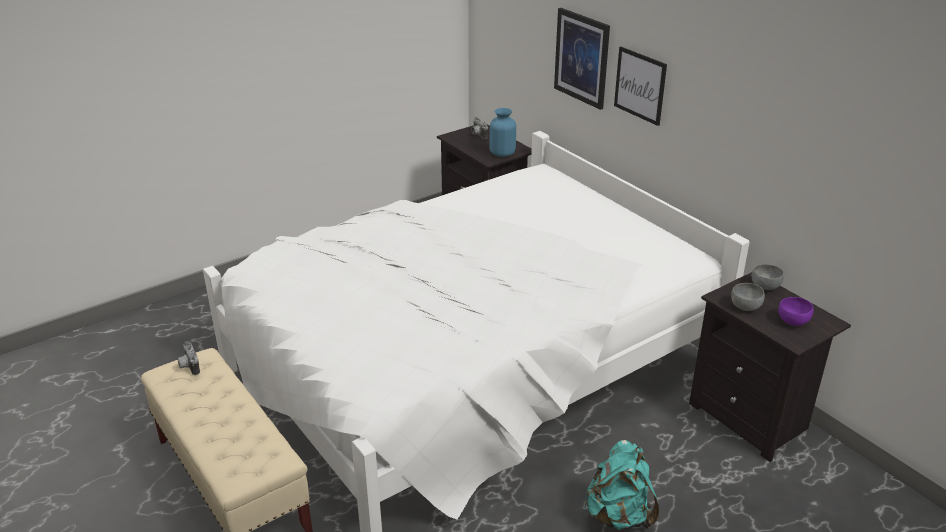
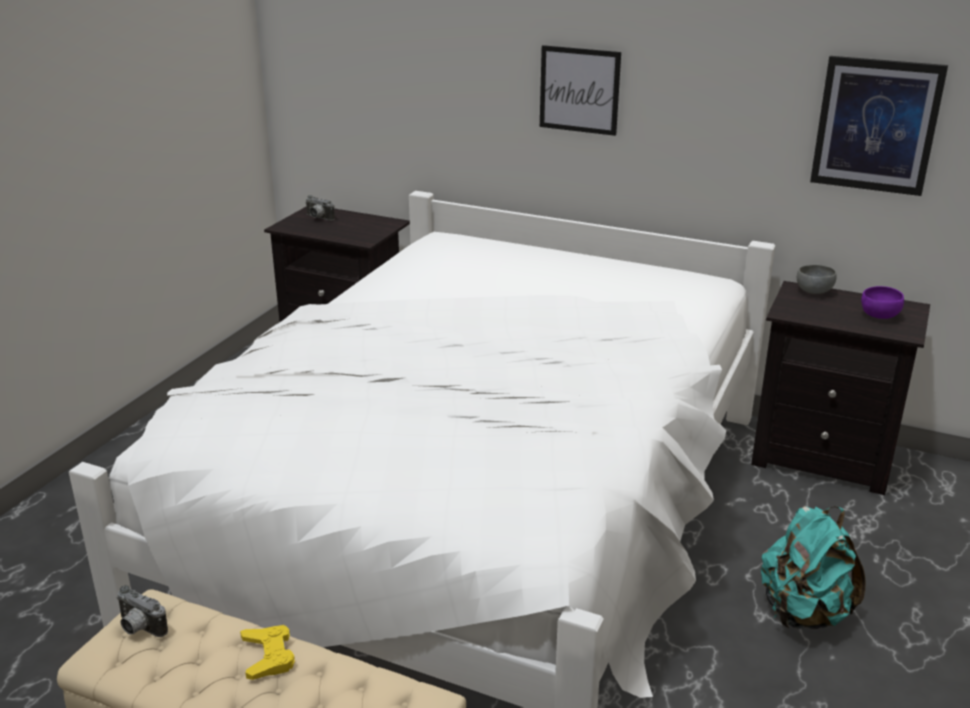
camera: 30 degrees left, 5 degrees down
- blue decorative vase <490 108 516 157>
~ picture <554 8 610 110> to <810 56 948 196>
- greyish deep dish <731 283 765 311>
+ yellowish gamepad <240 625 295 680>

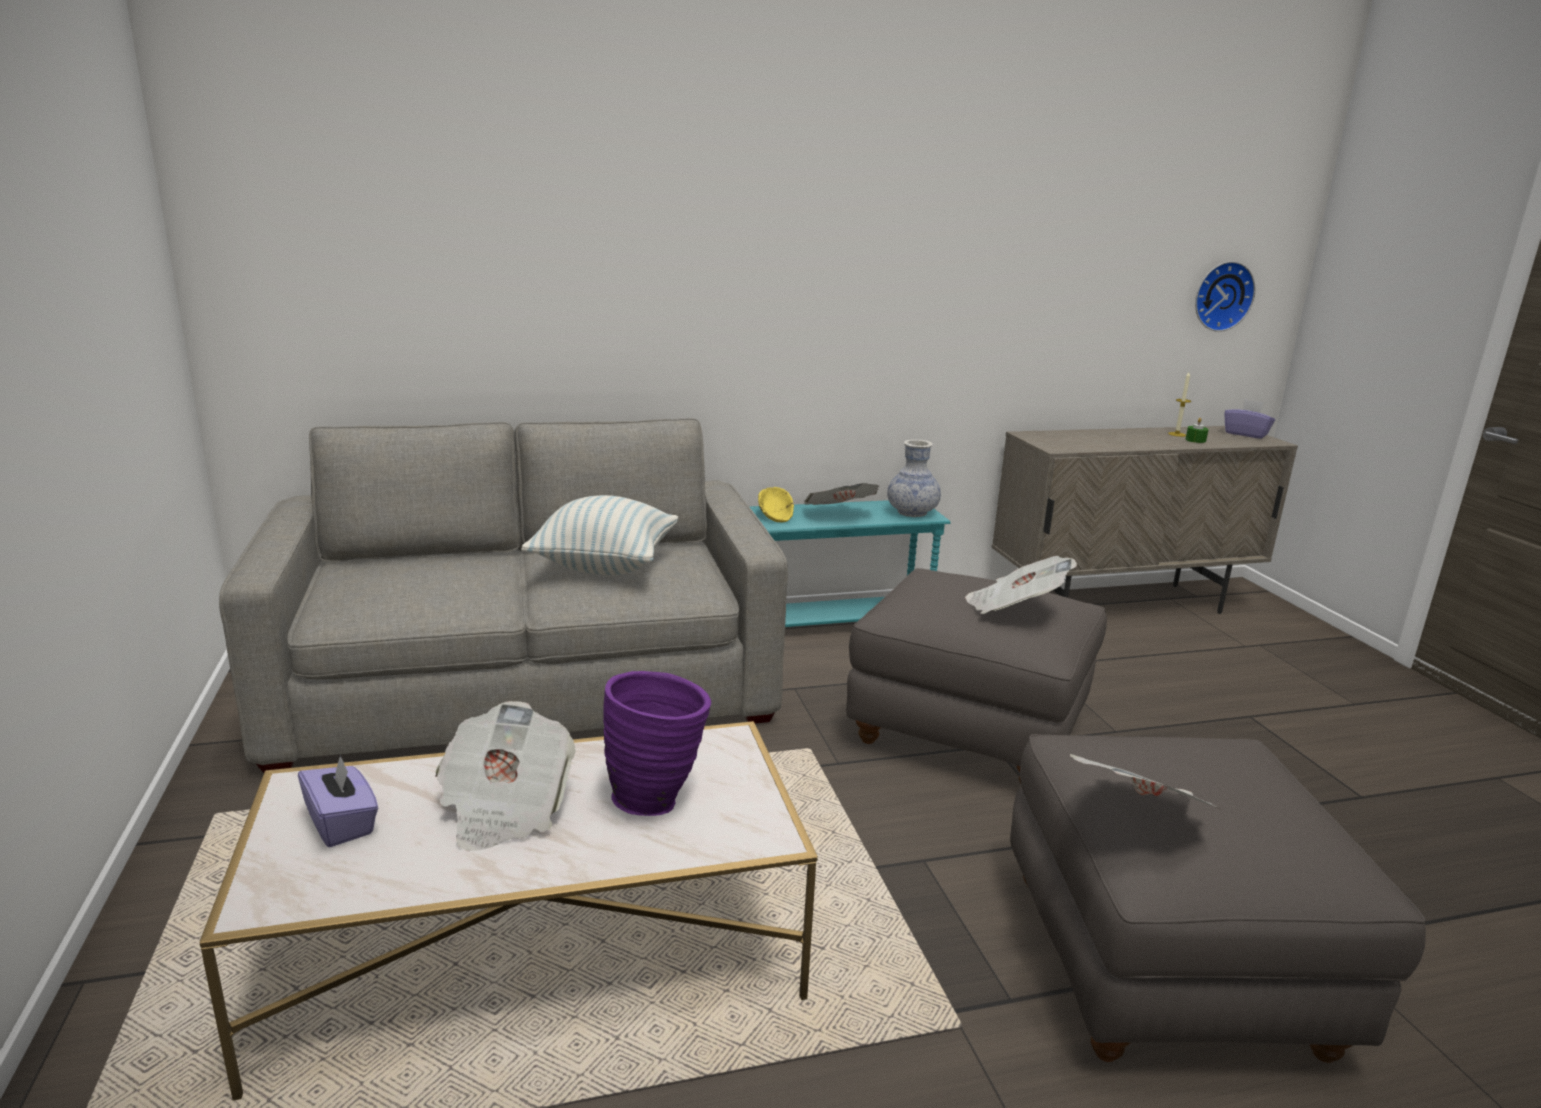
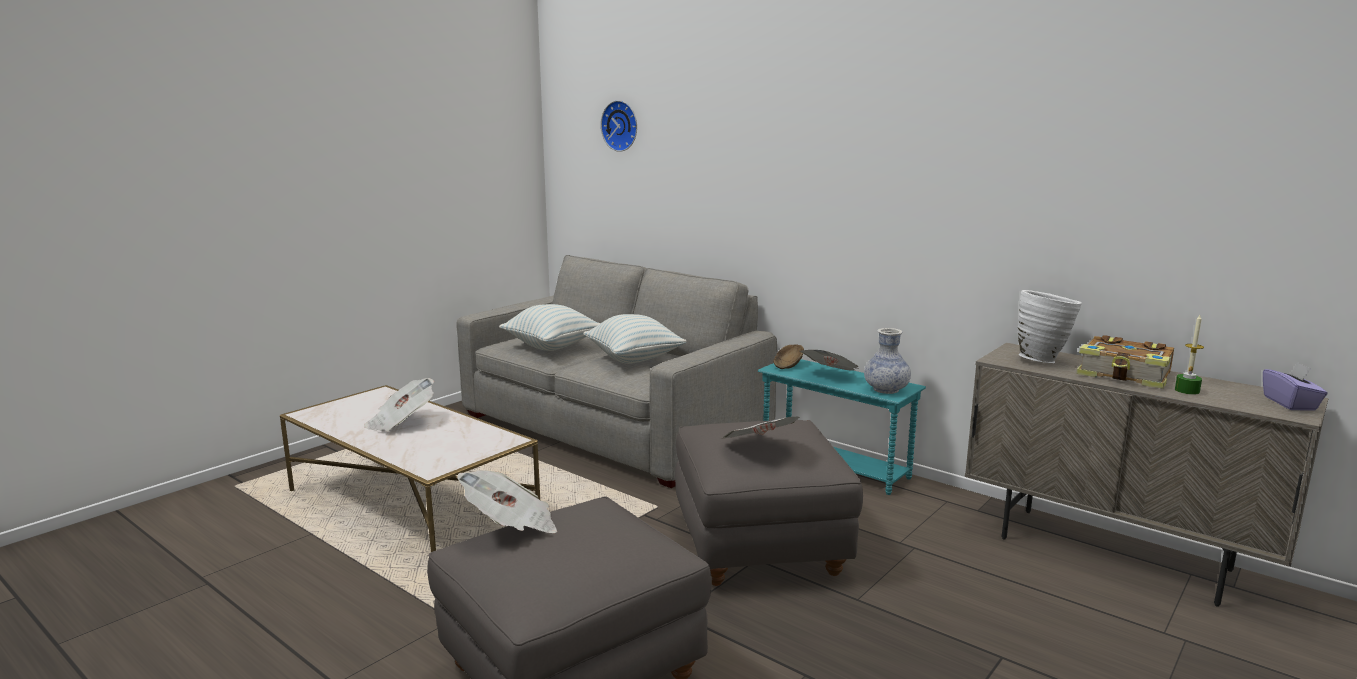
camera: 55 degrees right, 5 degrees down
- purplish tissue holder <298 754 378 847>
- purplish decorative vase <603 671 711 816>
~ yellowish deep dish <758 487 794 522> to brownish deep dish <773 344 804 369>
~ wall clock <1195 261 1255 332> to <601 100 637 152>
+ pillow <499 304 601 351>
+ white decorative vase <1018 290 1082 363>
+ bound book <1076 335 1174 389>

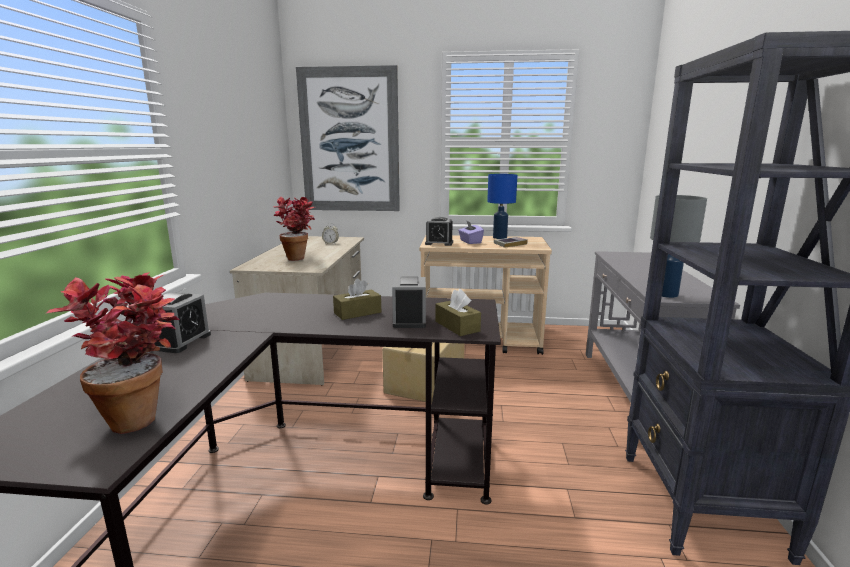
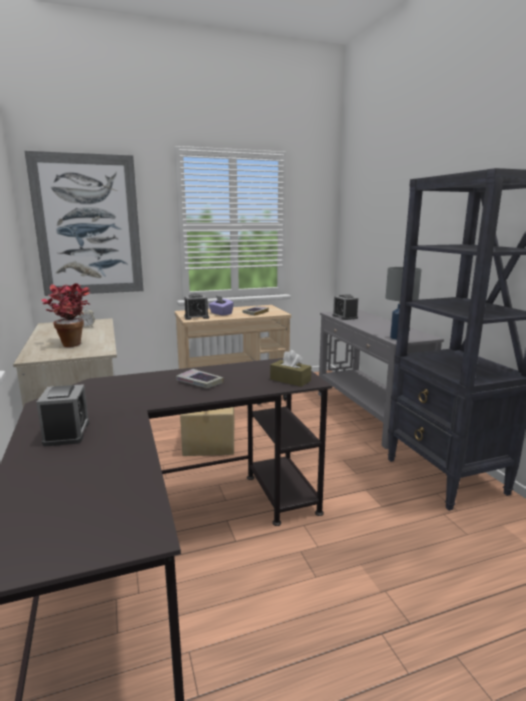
camera: 25 degrees left, 0 degrees up
- potted plant <47 273 179 434>
~ brownish tissue holder <333 278 381 320> to bound book <176 369 223 388>
~ bedside clock <392 276 426 328> to <333 294 359 320>
- blue lamp for a table <487 174 517 239>

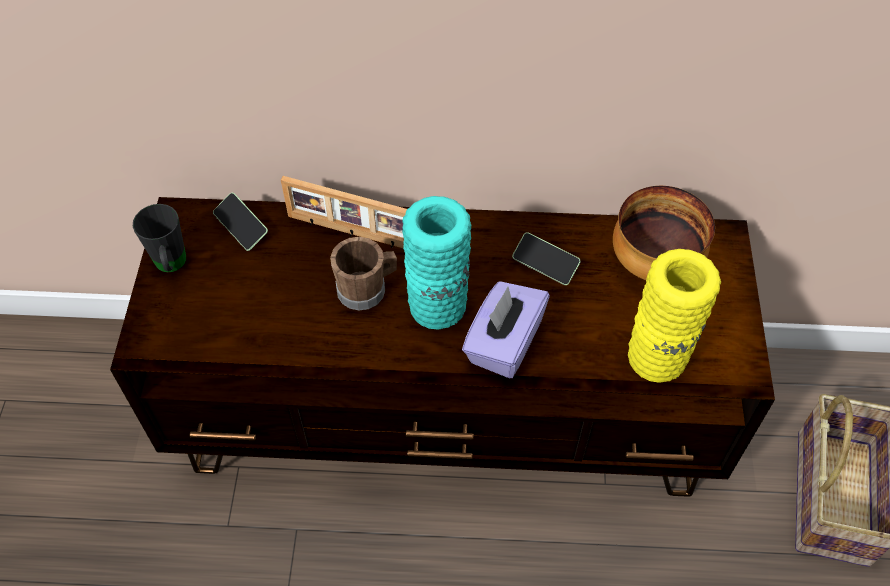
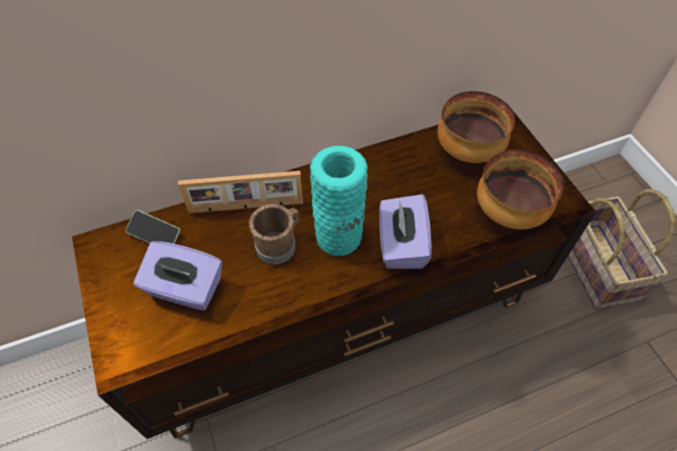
camera: 25 degrees left, 0 degrees up
- blackish coffee mug <133 204 186 272>
- phone <512 232 581 285>
~ yellowish decorative vase <628 249 721 383> to deep dish <477 150 564 229>
+ purplish tissue holder <133 241 222 311>

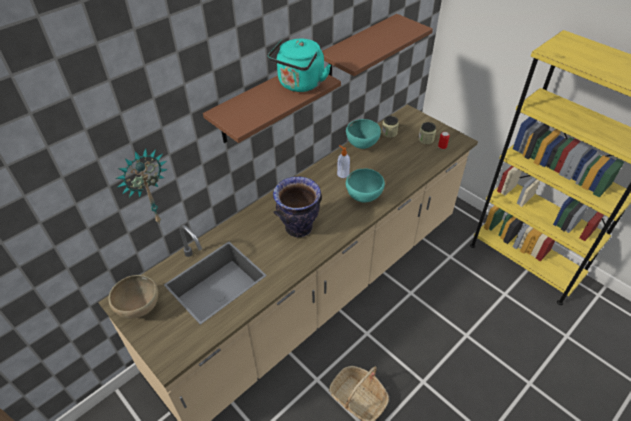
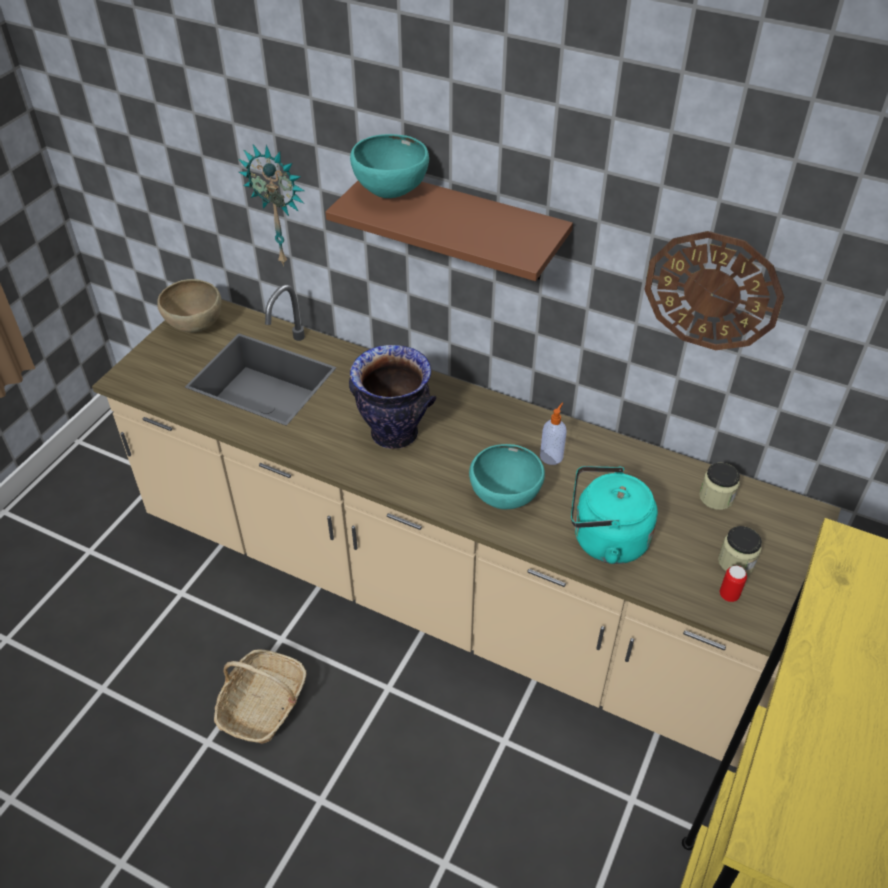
camera: 70 degrees right, 0 degrees up
~ blue-green tea kettle <268 39 331 92> to <571 466 658 564>
~ brownish bracket shelf <322 14 433 76> to wall clock <644 231 784 350>
~ blue-green deep dish <346 119 381 149> to <350 134 429 198>

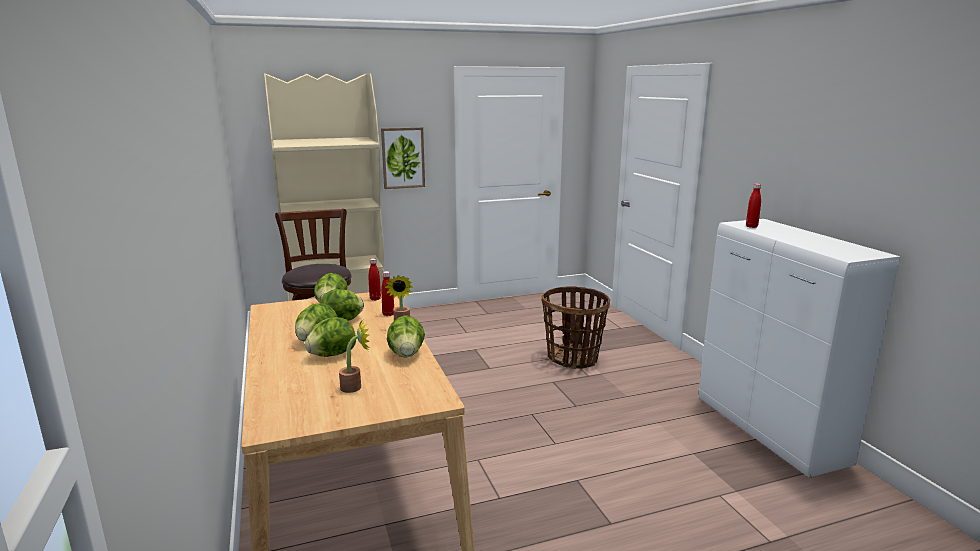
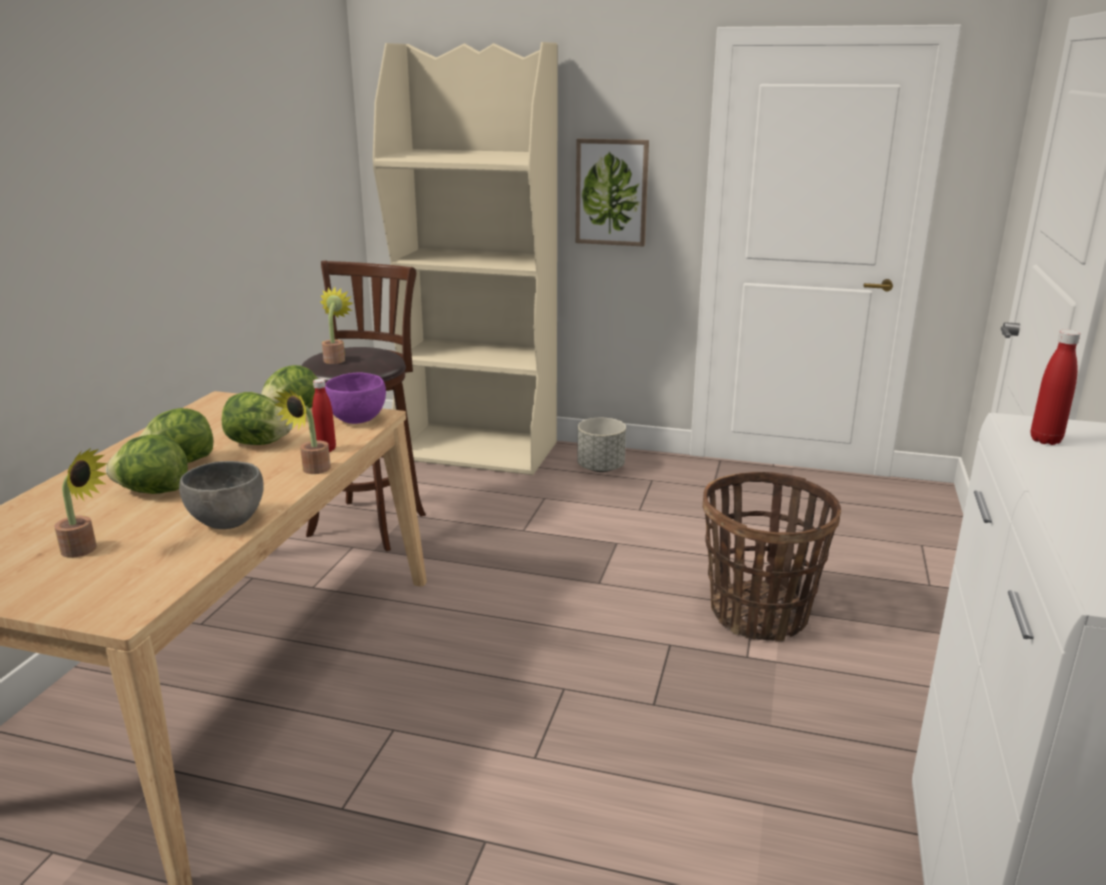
camera: 35 degrees right, 5 degrees up
~ reddish drink bottle <369 258 381 300> to purplish deep dish <325 372 386 424>
~ lettuce <387 315 425 358> to greyish deep dish <179 461 264 529>
+ potted plant <320 287 353 364>
+ greyish planter <577 418 626 472>

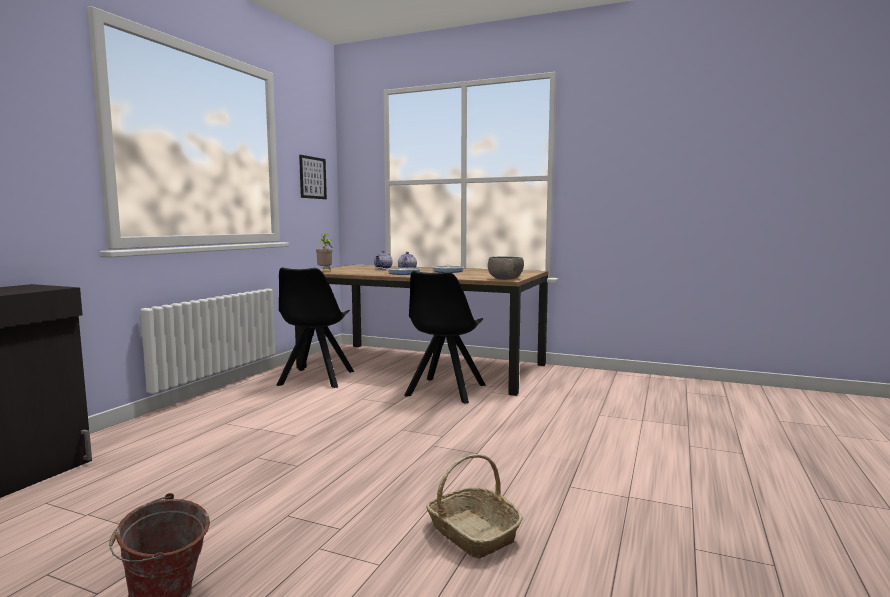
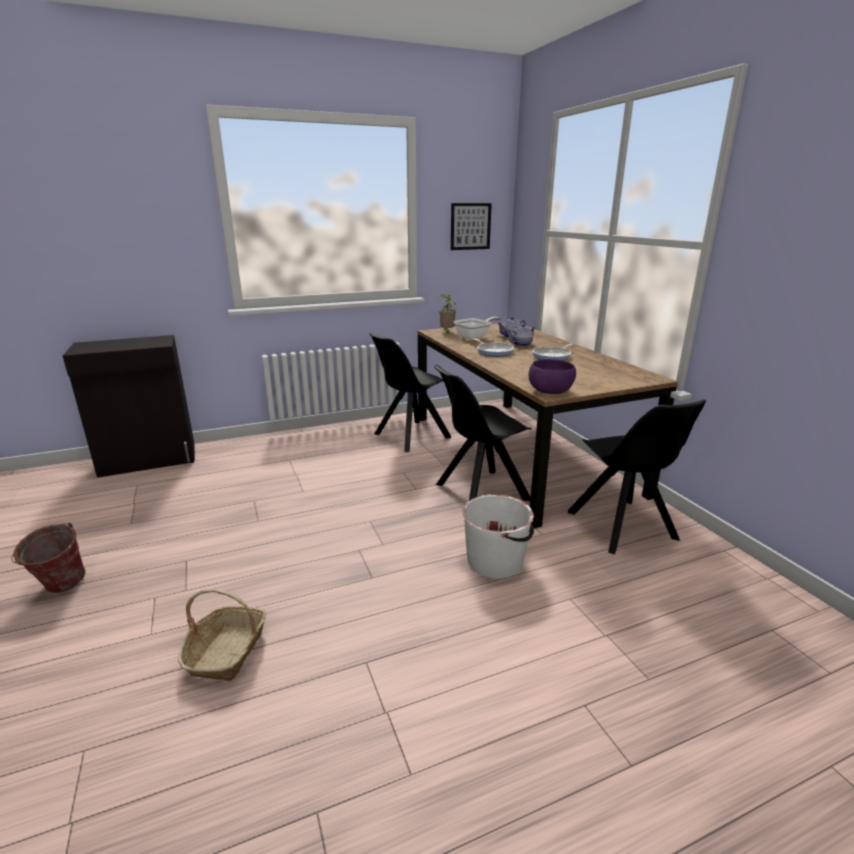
camera: 45 degrees right, 15 degrees up
~ greyish deep dish <488 256 524 280> to purplish deep dish <529 359 576 394>
+ frying pan <453 317 501 340>
+ white bucket <462 494 534 579>
+ blackish chair <568 400 706 555>

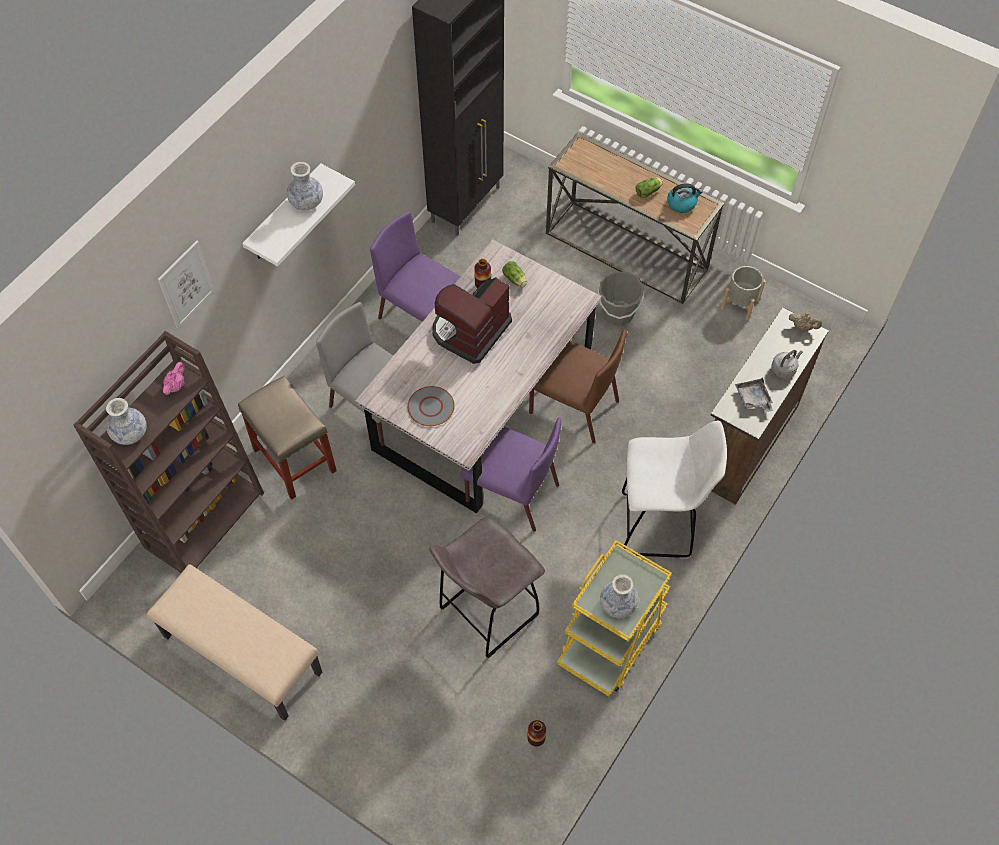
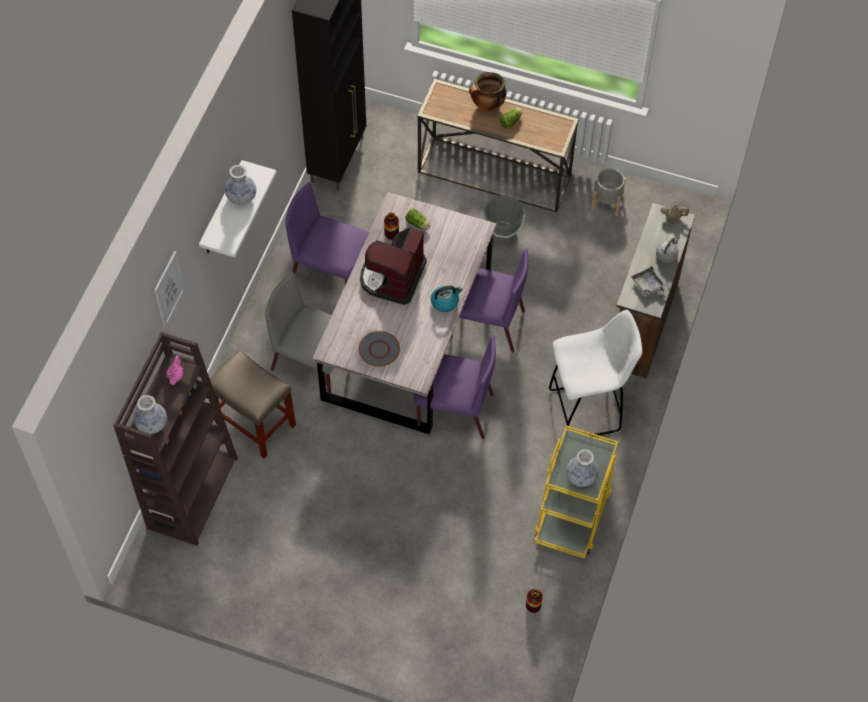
camera: 15 degrees left, 0 degrees up
- beige-coloured bench <147 564 322 721>
- greyish sitting stool <429 516 545 658>
~ brownish chair <529 329 627 443> to purplish chair <451 248 528 352>
~ tea kettle <667 183 703 213> to <431 286 462 312>
+ saucepot <469 72 506 112>

